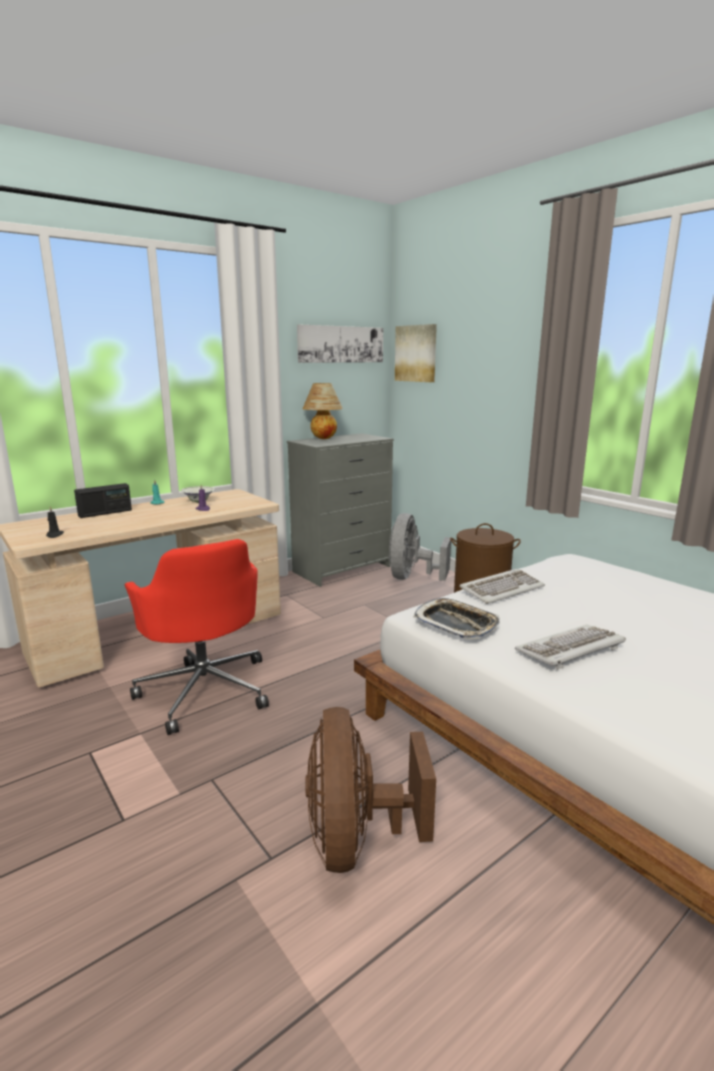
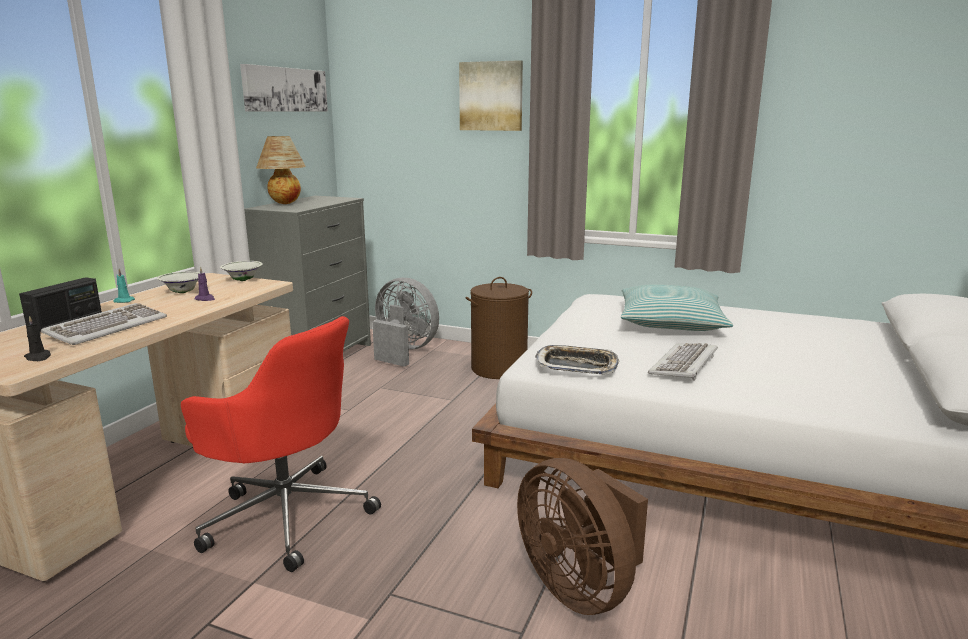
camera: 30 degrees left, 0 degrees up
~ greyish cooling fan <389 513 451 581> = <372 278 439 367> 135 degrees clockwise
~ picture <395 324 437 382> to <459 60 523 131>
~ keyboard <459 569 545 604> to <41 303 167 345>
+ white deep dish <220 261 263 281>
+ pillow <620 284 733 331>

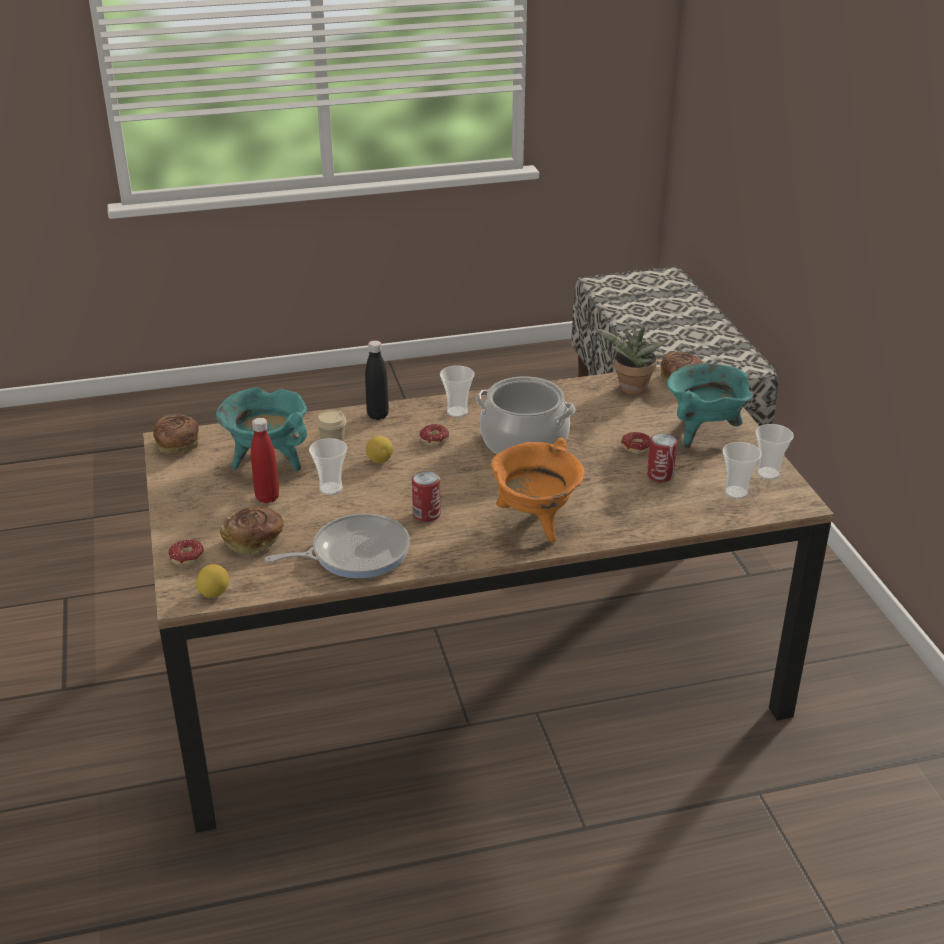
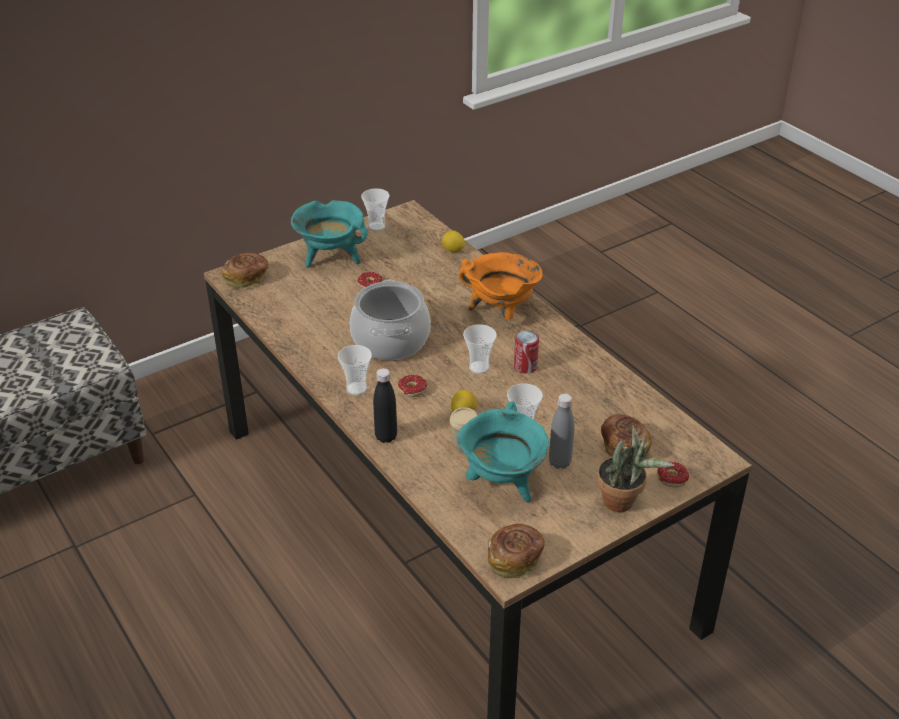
camera: 110 degrees left, 5 degrees up
~ whole lemon <196 564 229 598> to <442 230 465 253>
~ reddish drink bottle <251 418 279 503> to greyish drink bottle <549 393 574 469>
- frying pan <265 514 410 578>
~ potted plant <595 325 667 395> to <597 425 674 512>
- can <647 433 677 482>
~ small cup <723 442 761 499> to <463 324 497 374>

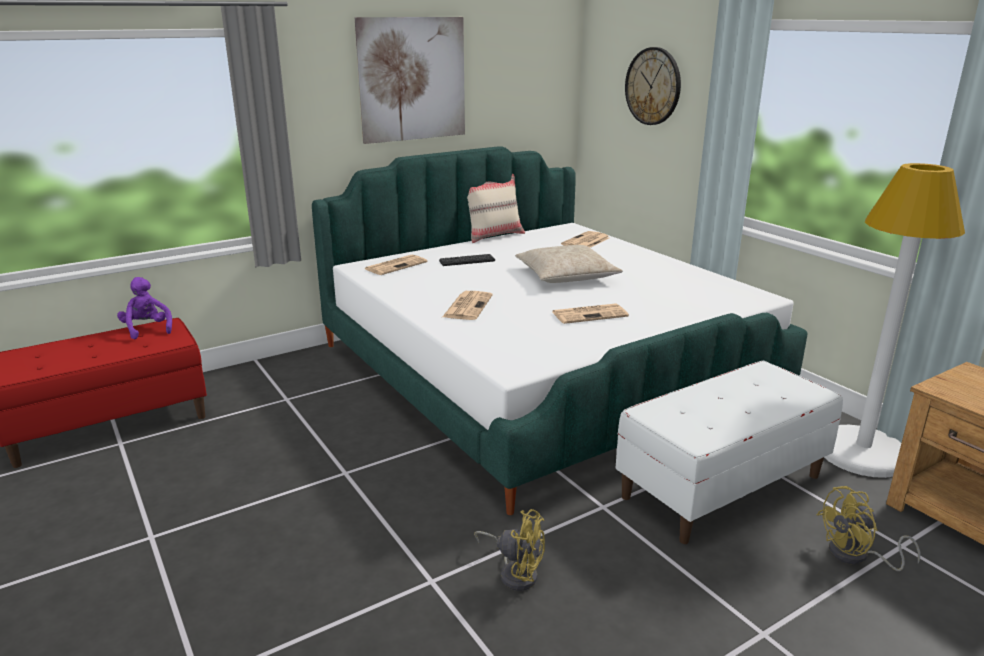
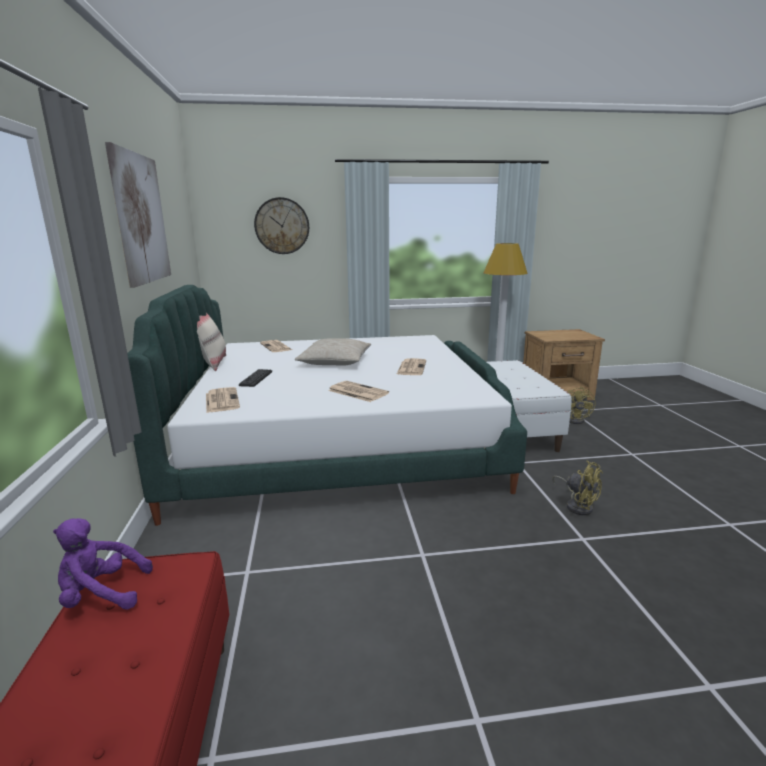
camera: 65 degrees left, 5 degrees down
~ yellowish cooling fan <474 509 545 591> = <552 461 603 515> 90 degrees clockwise

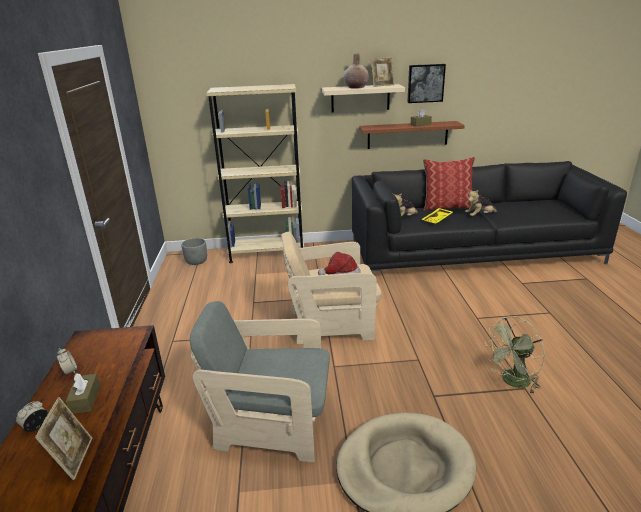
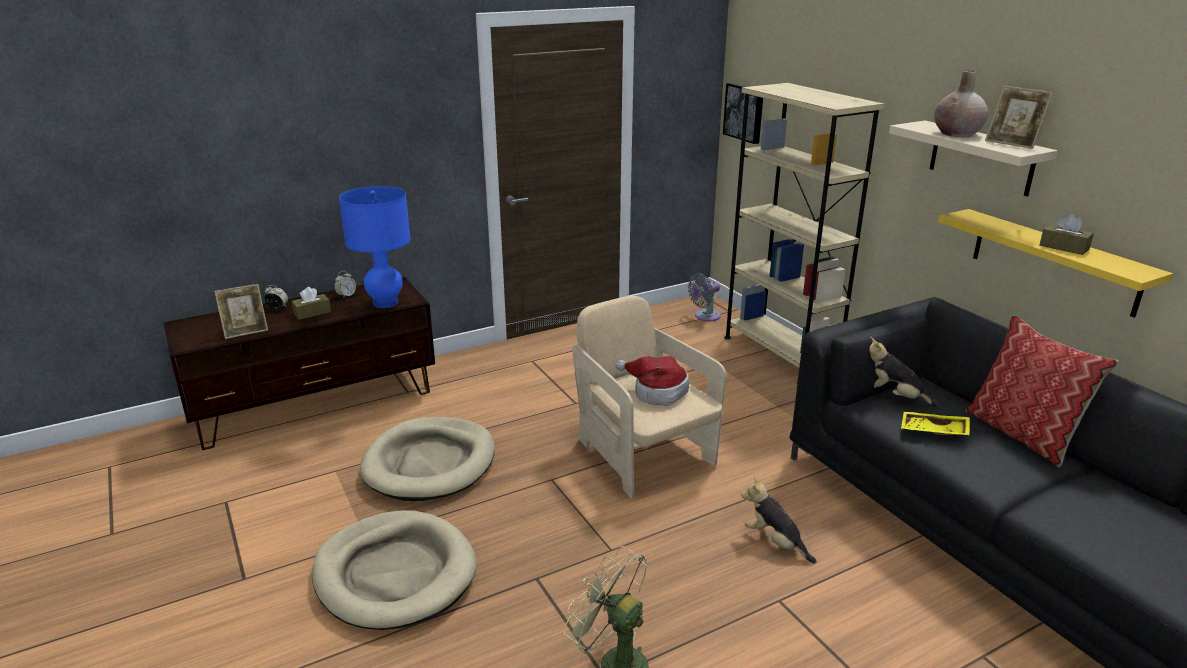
camera: 65 degrees right, 0 degrees up
~ greyish planter <181 238 207 265> to greyish cooling fan <688 273 721 321>
~ greyish lounge chair <190 301 330 463> to beige-coloured dog cushion <360 417 495 501>
~ brownish bracket shelf <359 121 465 149> to yellowish bracket shelf <938 209 1173 318>
~ picture <407 64 446 103> to <723 83 763 144>
~ plush toy <465 189 497 216> to <741 476 817 564>
+ blue lamp for a table <339 186 411 308>

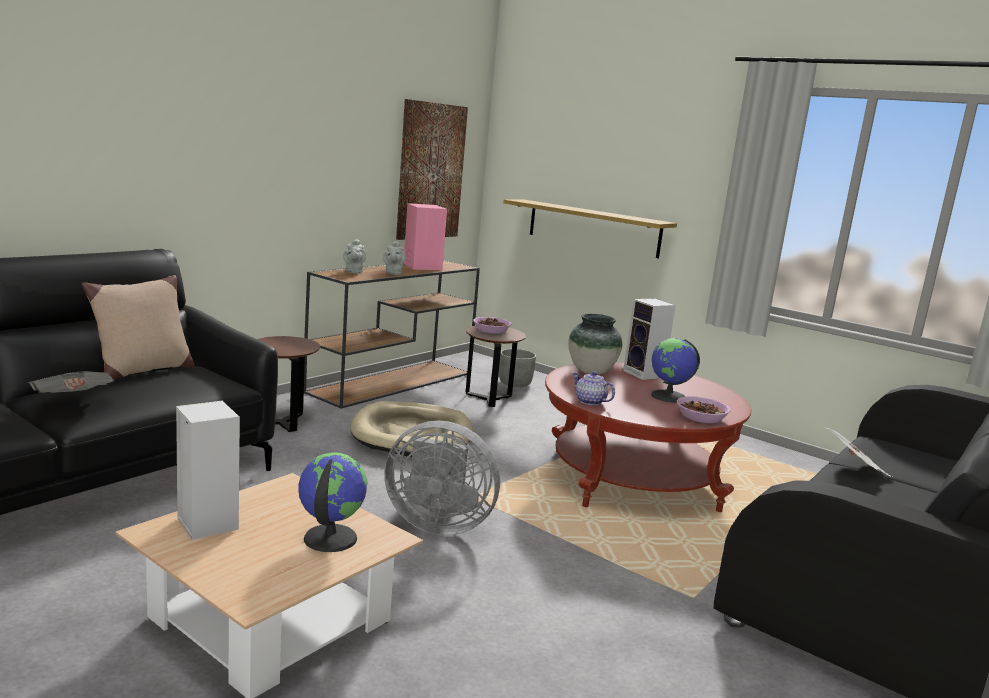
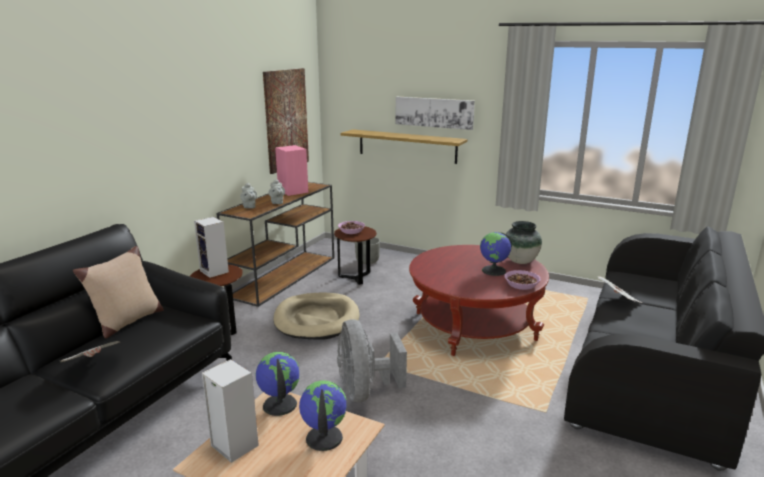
camera: 10 degrees left, 5 degrees up
~ greyish cooling fan <384 421 500 536> = <337 319 407 402> 75 degrees clockwise
~ decorative vase <568 314 622 375> to <506 221 542 264>
- tea pot <573 371 615 405>
~ audio speaker <623 298 676 380> to <194 217 229 278>
+ desk globe <255 352 300 416>
+ picture <395 97 475 130>

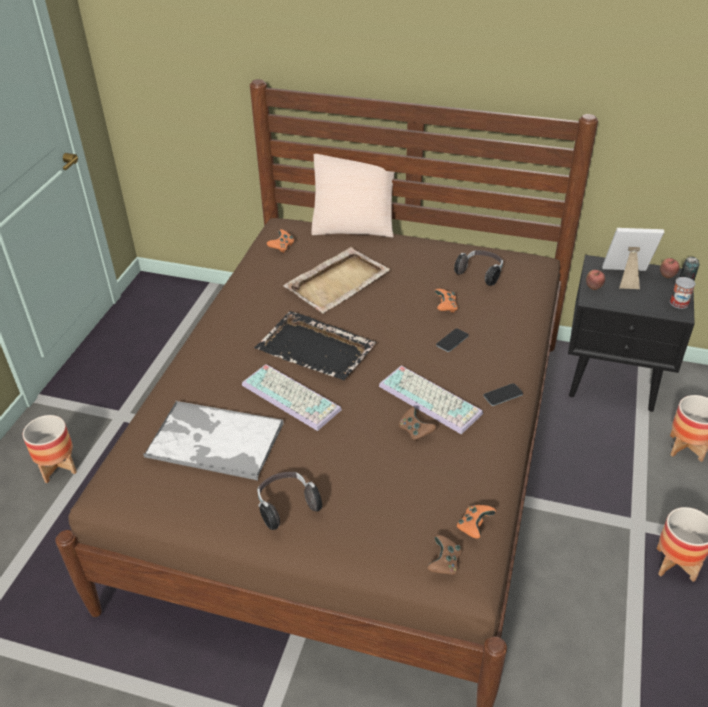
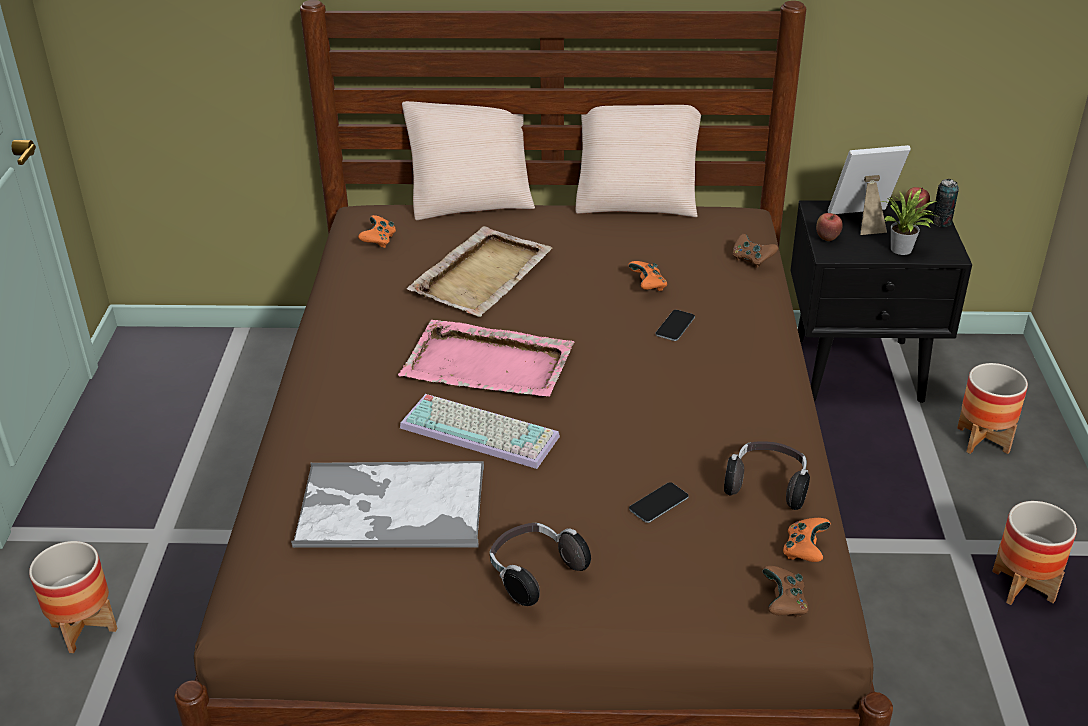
camera: 15 degrees left, 5 degrees down
~ blackish serving tray <254 311 377 380> to pink-coloured serving tray <398 320 574 397>
- keyboard <379 366 483 435>
~ brownish gamepad <399 407 436 441> to <733 234 778 268>
~ headset <454 250 503 286> to <724 441 810 510>
~ phone <483 383 523 406> to <629 482 689 523>
- can <670 277 695 309>
+ beige-coloured pillow <576 105 701 217>
+ potted plant <880 189 938 255>

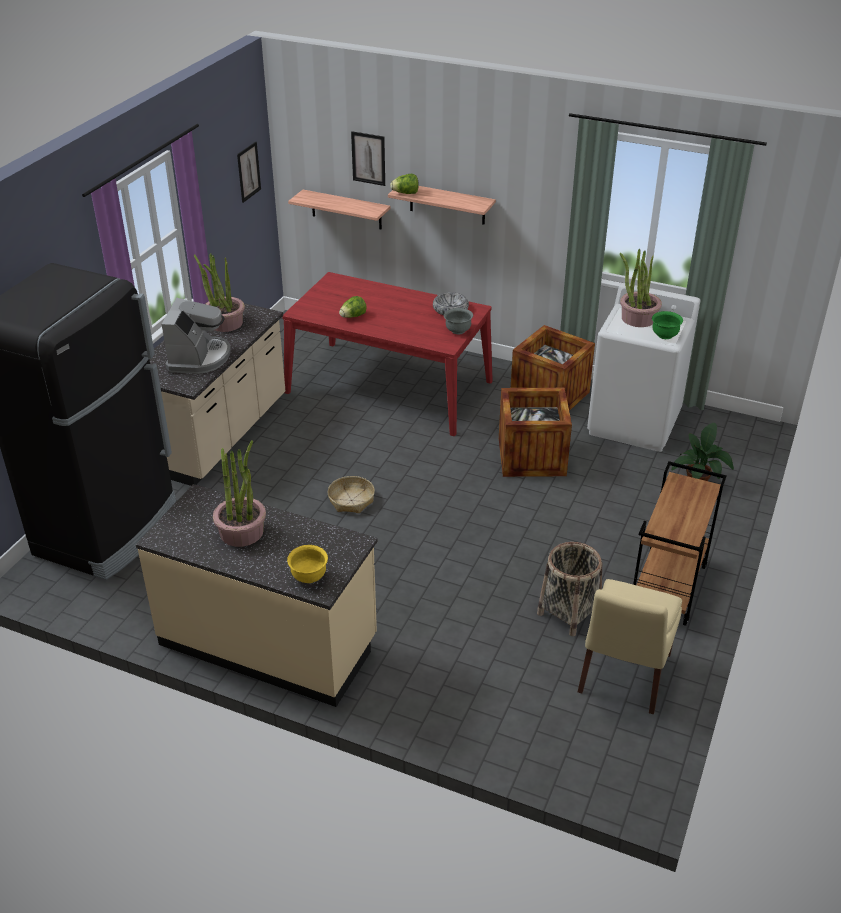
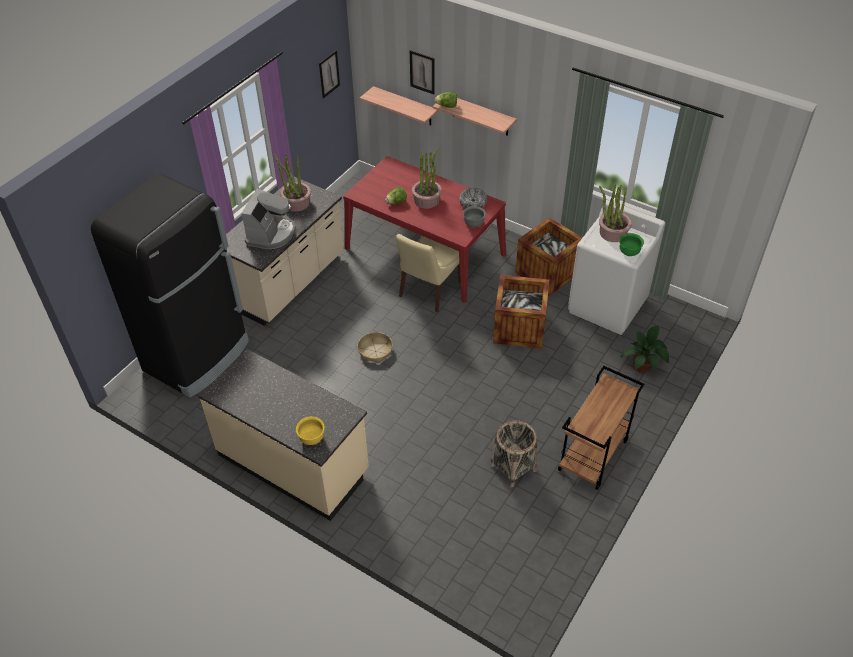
camera: 10 degrees right, 10 degrees up
~ potted plant <213 440 266 547> to <412 148 442 209>
~ beige-coloured chair <578 579 682 714> to <396 234 460 312>

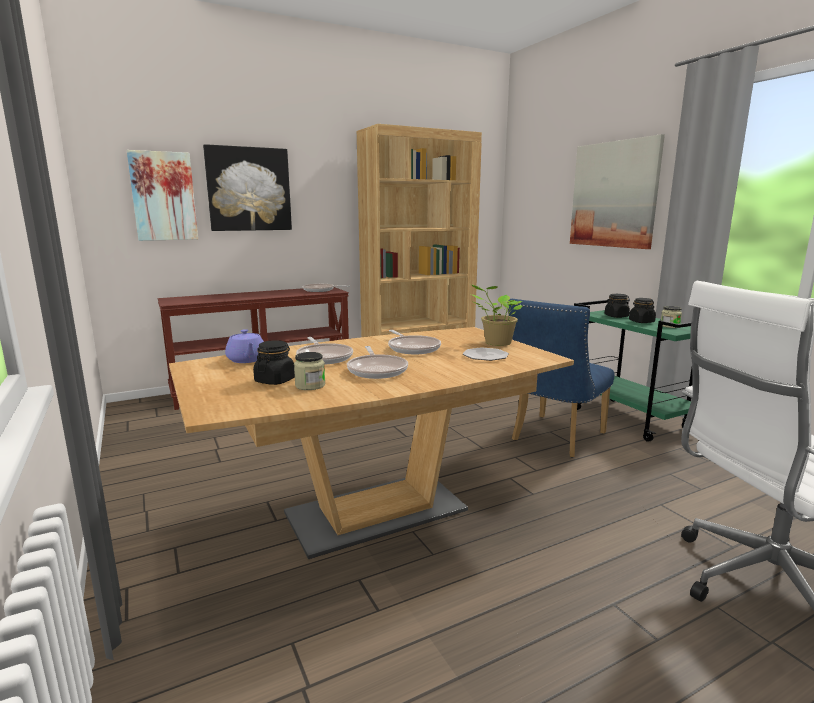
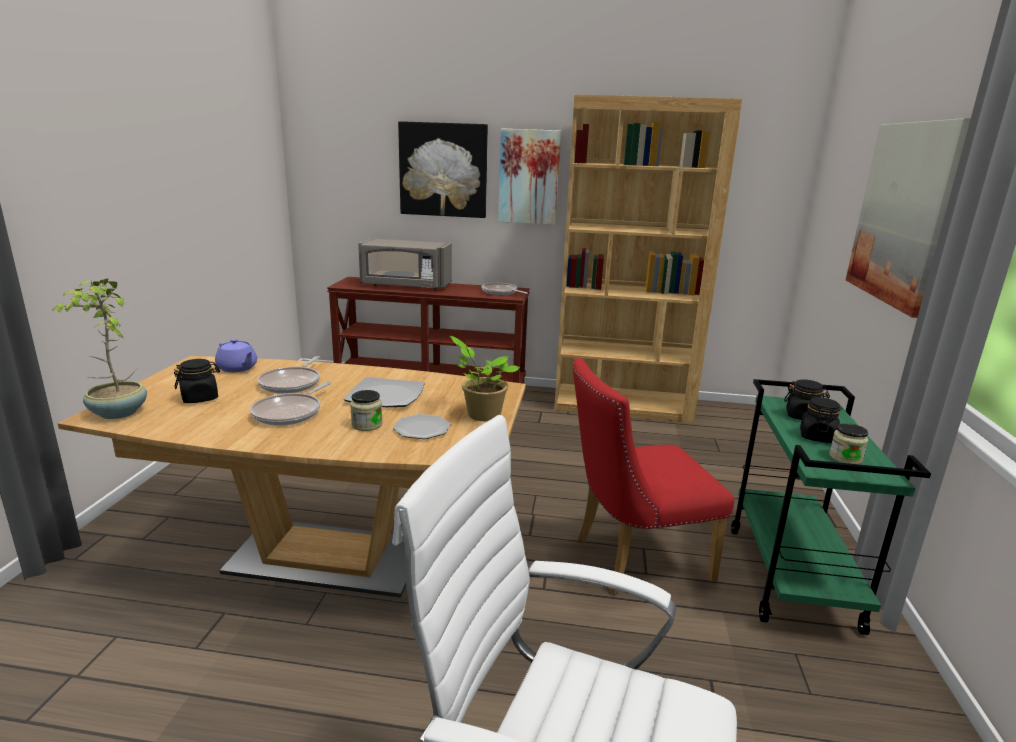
camera: 35 degrees right, 5 degrees up
~ picture <127 150 198 241> to <498 128 561 225>
~ purplish tea pot <225 329 264 363> = <215 339 257 372> 60 degrees counterclockwise
~ jar <294 352 325 390> to <350 390 383 431>
~ frying pan <388 330 441 354> to plate <343 377 425 407>
~ blue chair <508 299 615 458> to reddish chair <573 358 734 594>
+ potted plant <52 278 147 419>
+ greyish microwave oven <358 238 452 290>

